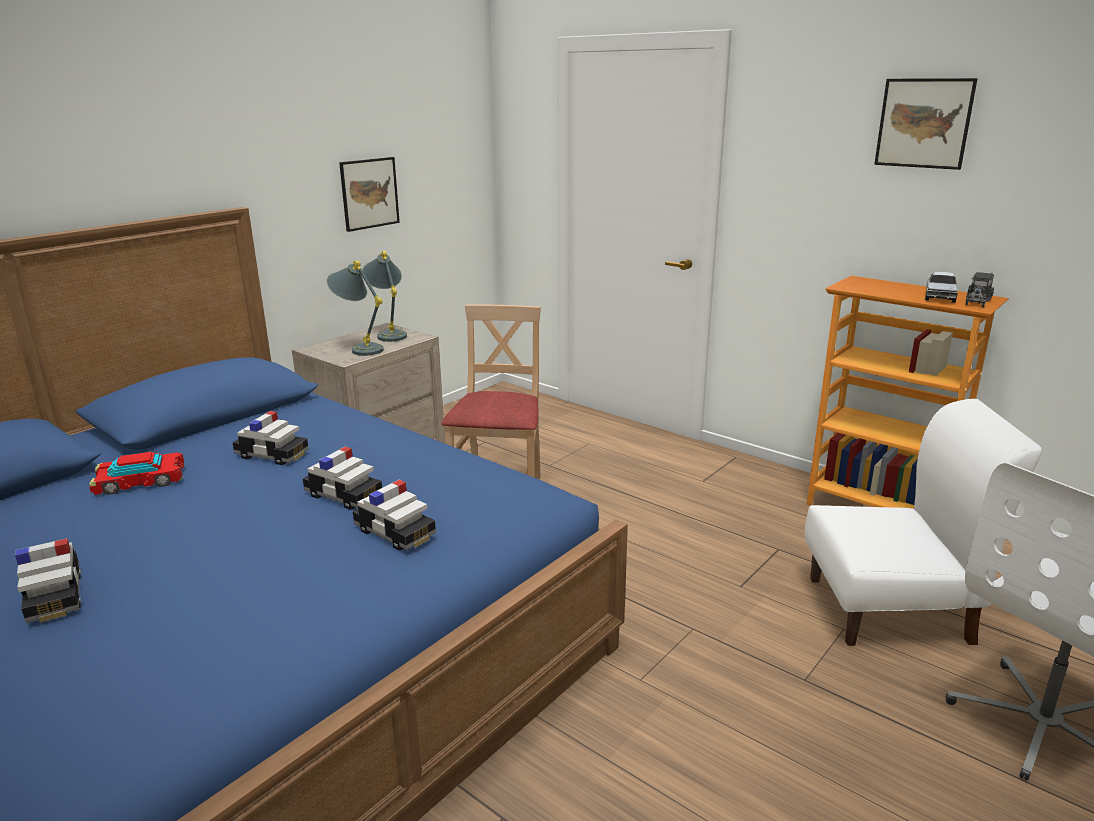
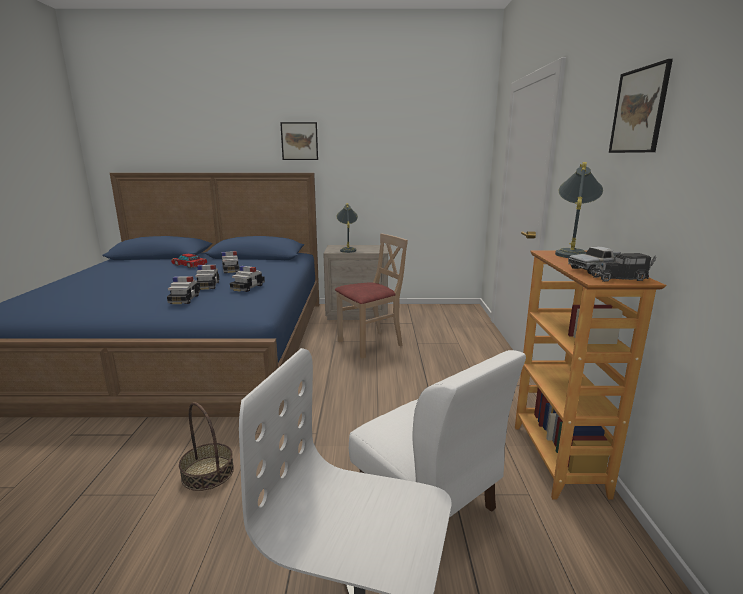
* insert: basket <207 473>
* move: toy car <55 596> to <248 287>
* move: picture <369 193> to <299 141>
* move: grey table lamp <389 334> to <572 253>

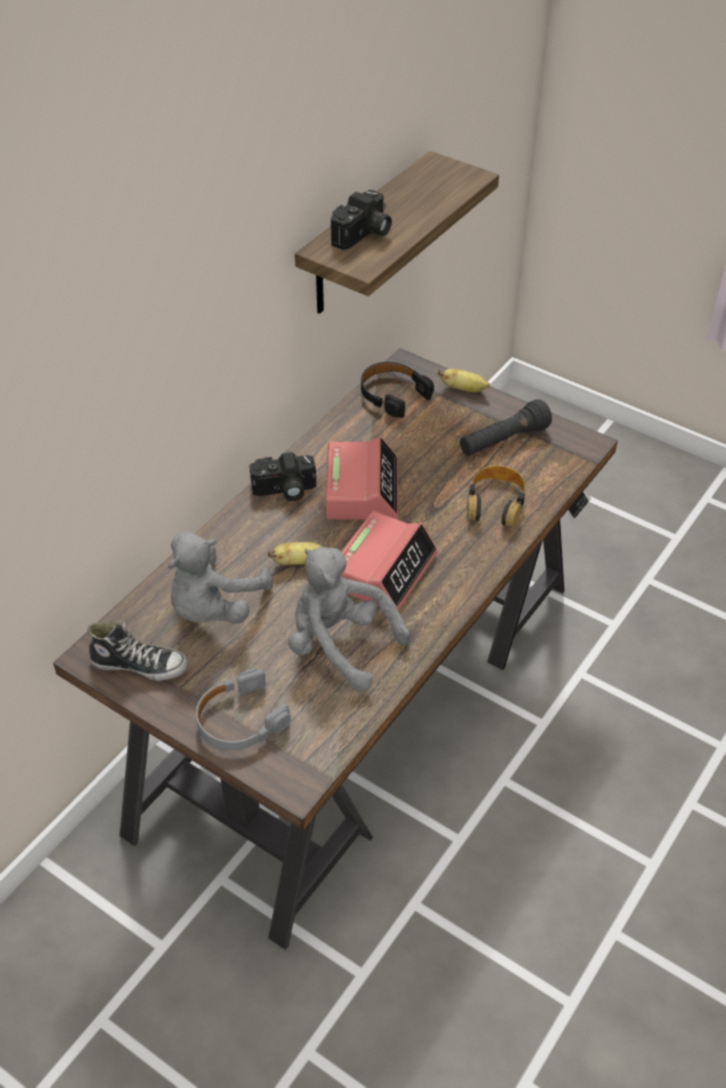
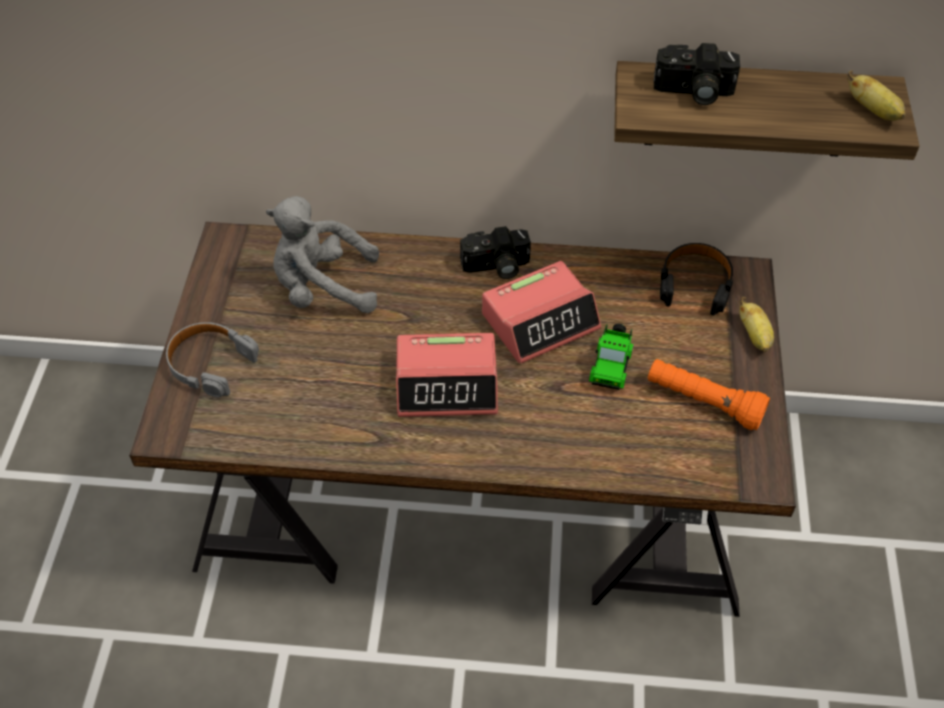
* delete: shoe <140 665>
* delete: grey plush toy <339 645>
* delete: headphones <495 503>
* insert: toy car <611 365>
* move: banana <299 562> to <873 111>
* recolor: black flashlight <503 441> to orange flashlight <703 402>
* rotate: photo camera <284 491> = <496 267> 60 degrees counterclockwise

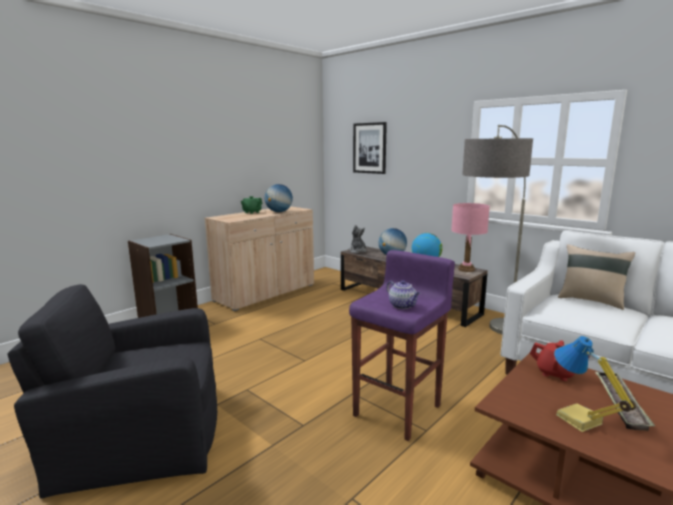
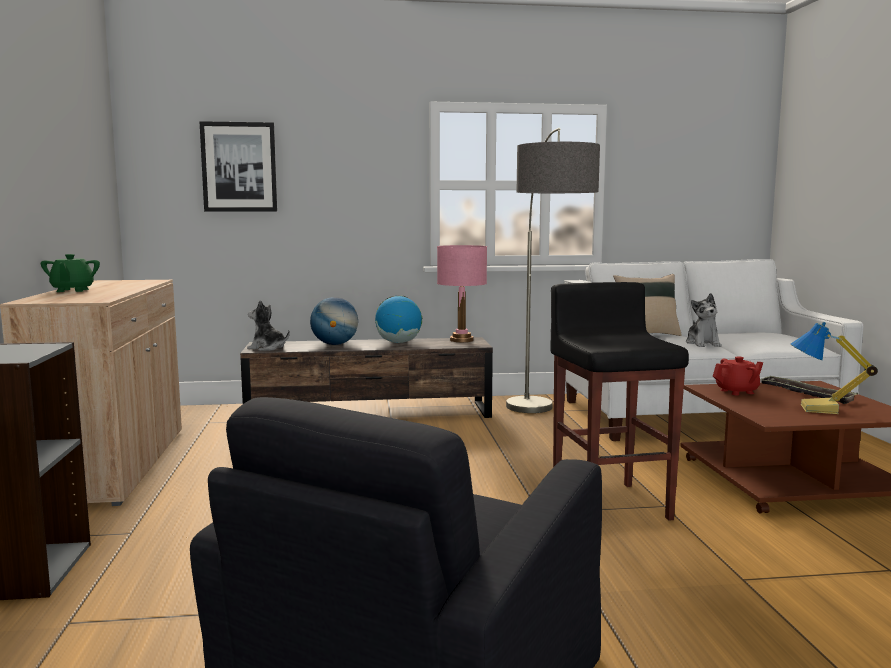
* delete: globe <279 212>
* delete: teapot <403 306>
* insert: plush toy <703 344>
* recolor: purple stool <399 410> to black stool <610 503>

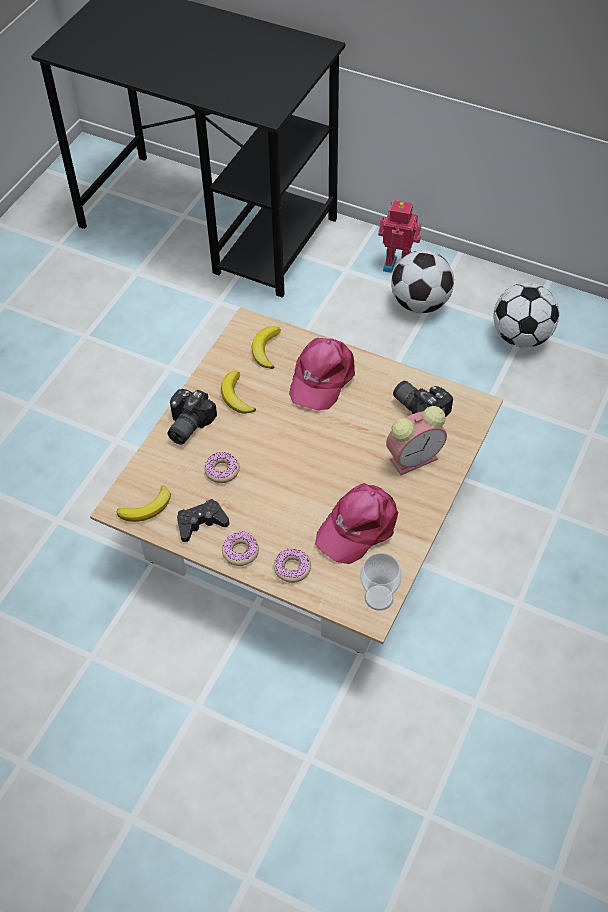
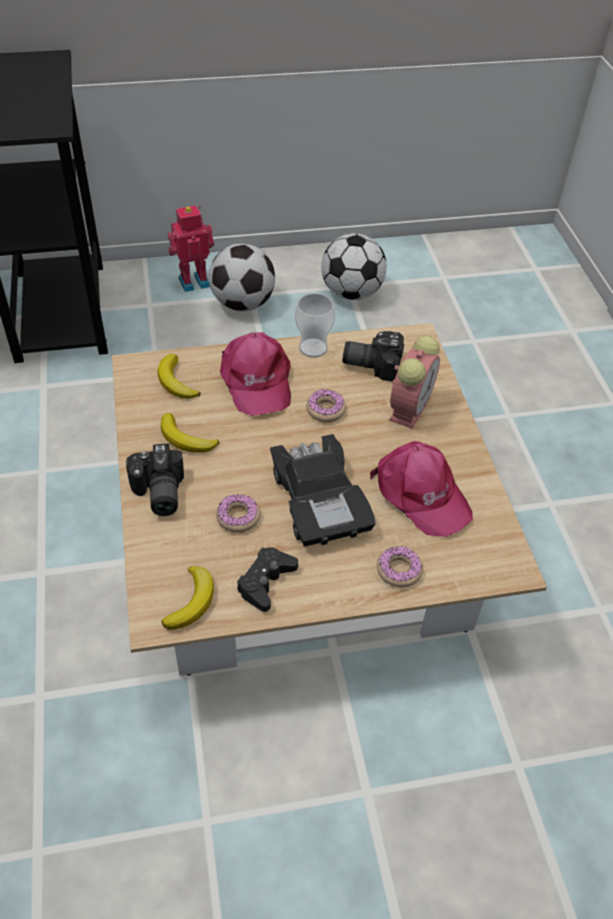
* insert: black toy car <319 500>
* move: donut <240 552> to <325 410>
* move: cup <379 597> to <313 348>
* rotate: pink cap <358 526> = <420 494> 45 degrees counterclockwise

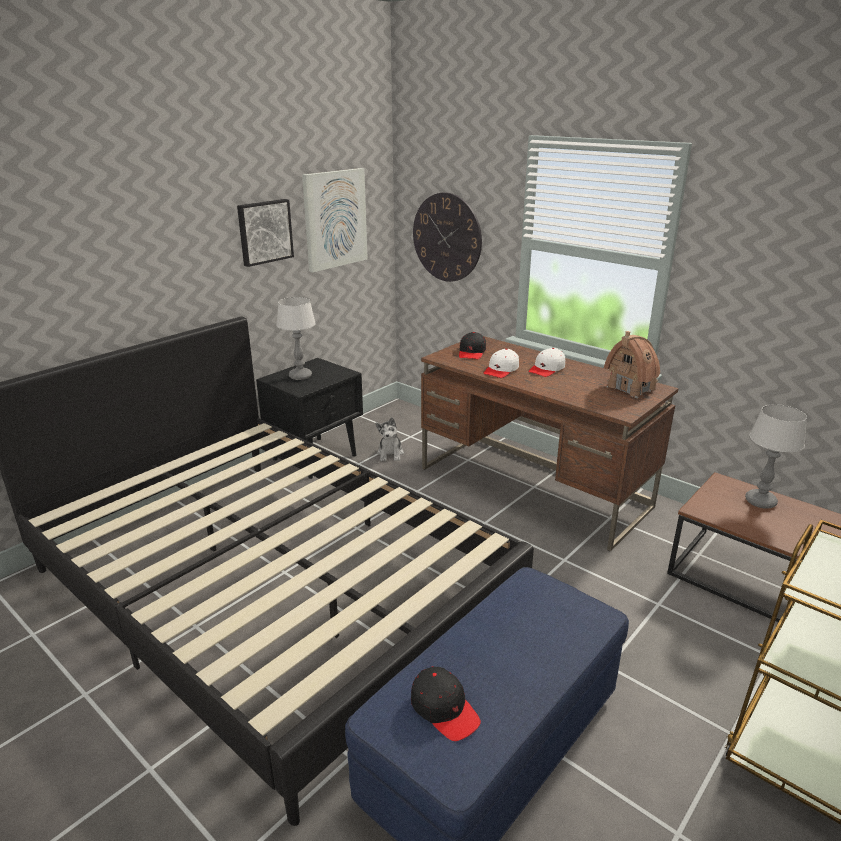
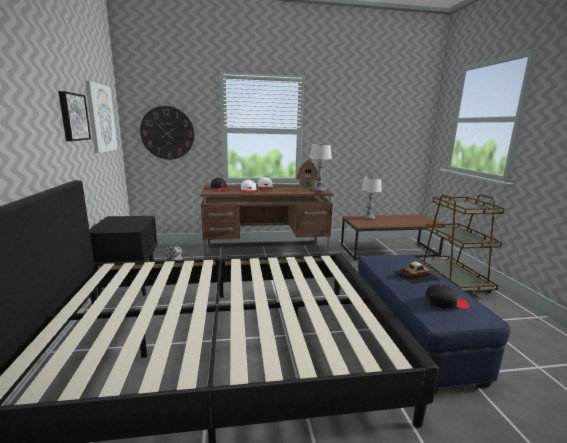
* insert: toy car <415 275>
* move: table lamp <300 376> to <318 191>

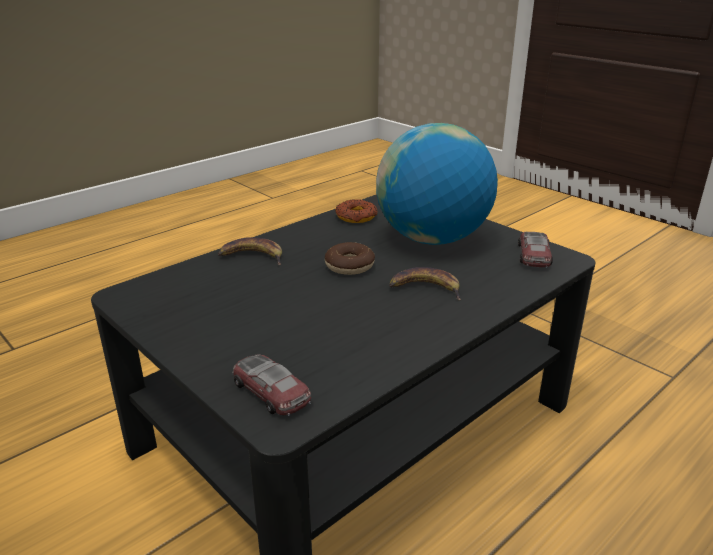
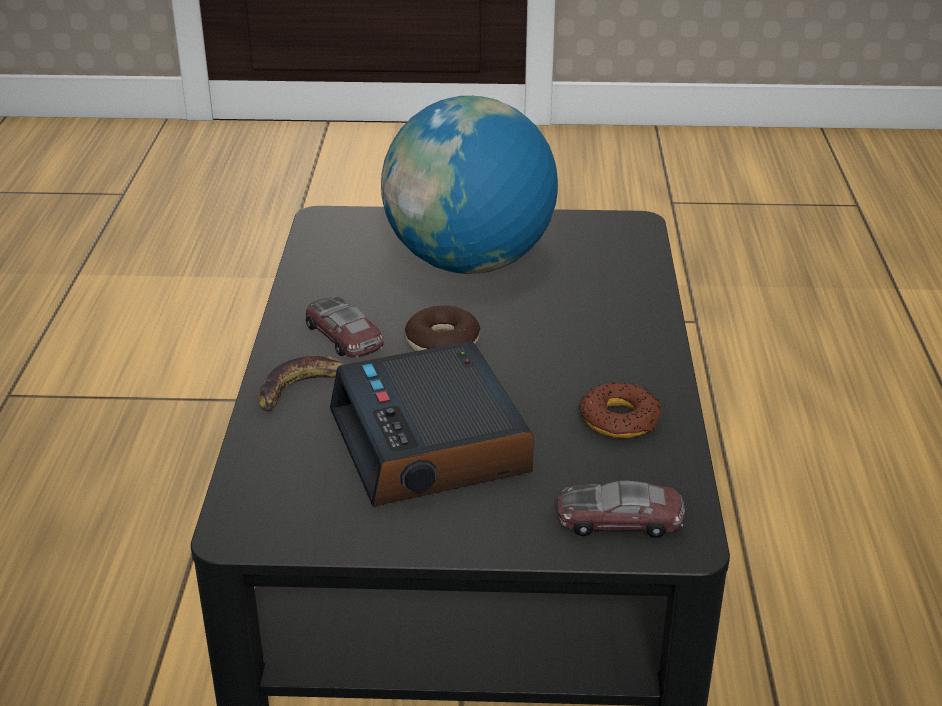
* delete: banana <425 288>
* insert: alarm clock <432 444>
* move: donut <356 216> to <619 419>
* move: toy car <534 255> to <344 336>

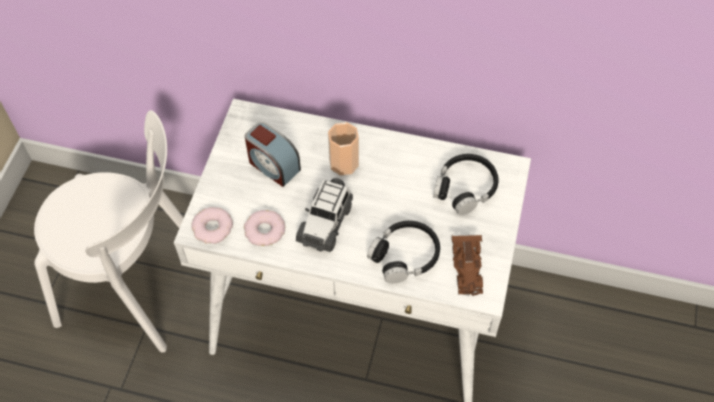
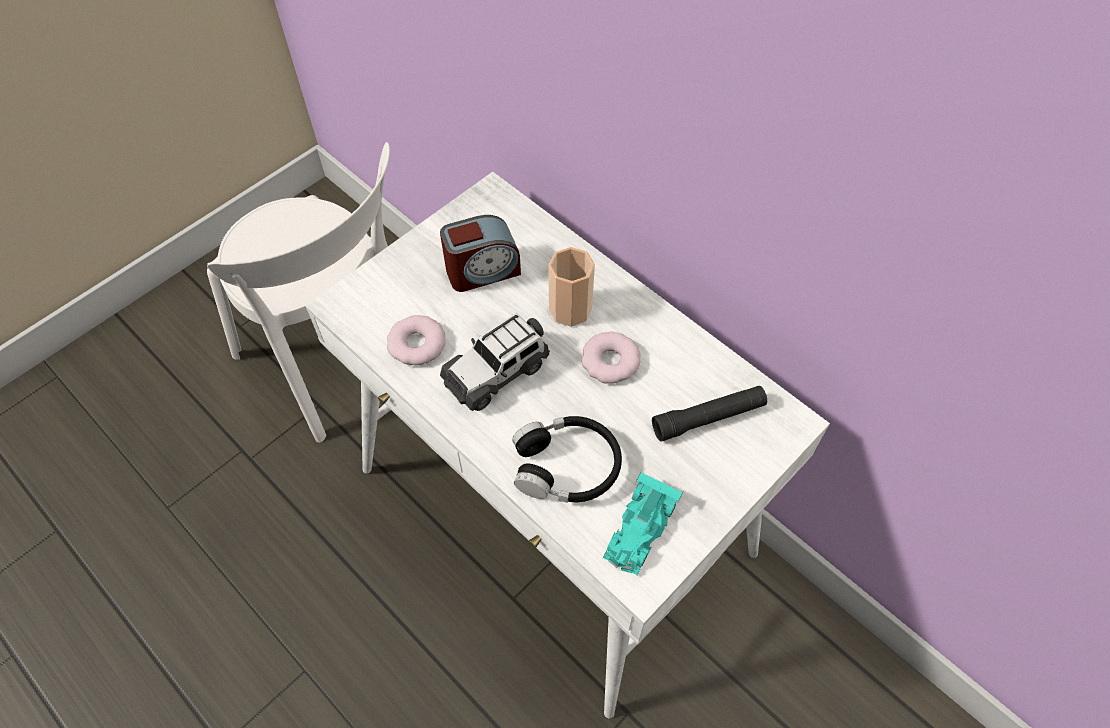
* move: donut <213 228> to <610 361>
* replace: black headphones <465 188> to black flashlight <708 418>
* recolor: brown toy car <467 269> to turquoise toy car <639 529>
* rotate: alarm clock <273 165> = <482 271> 90 degrees counterclockwise

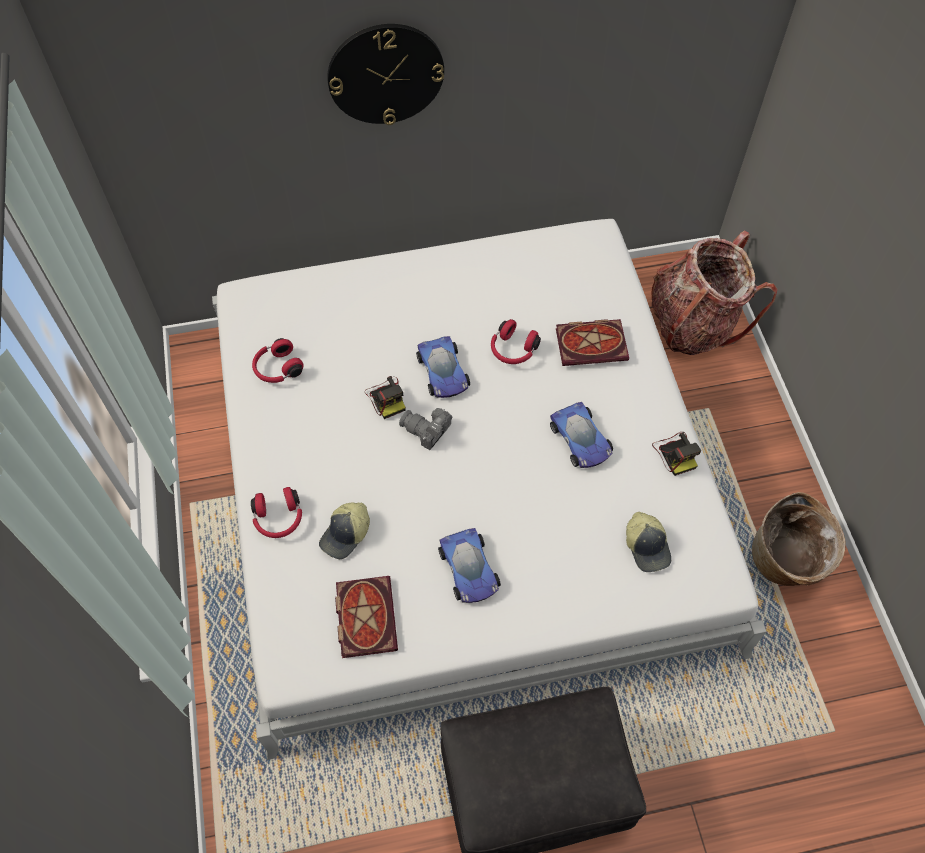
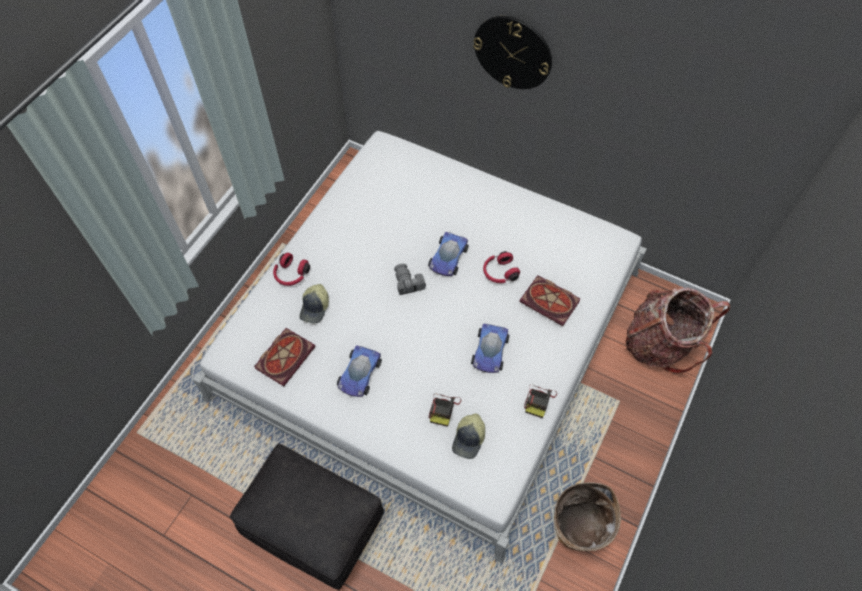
* delete: red headphones <277 369>
* move: photo camera <386 398> to <443 409>
* rotate: cap <346 535> = <315 308> 60 degrees counterclockwise

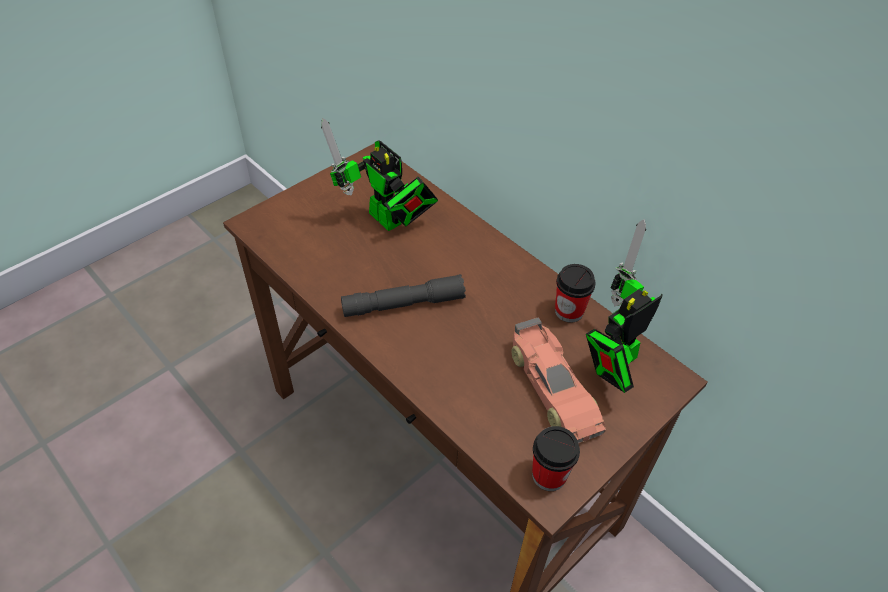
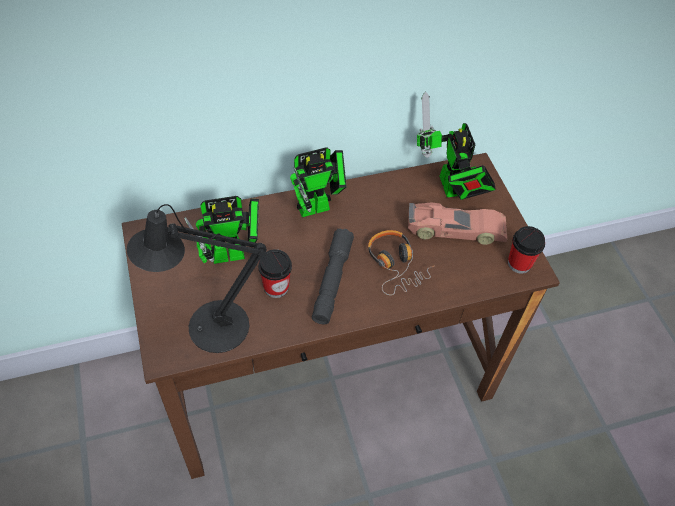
* insert: black table lamp <209 328>
* insert: toy robot <318 207>
* insert: headphones <396 265>
* move: cup <569 311> to <276 287>

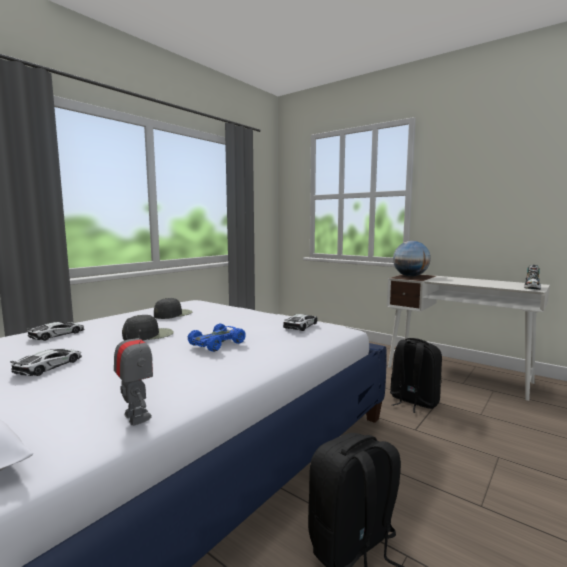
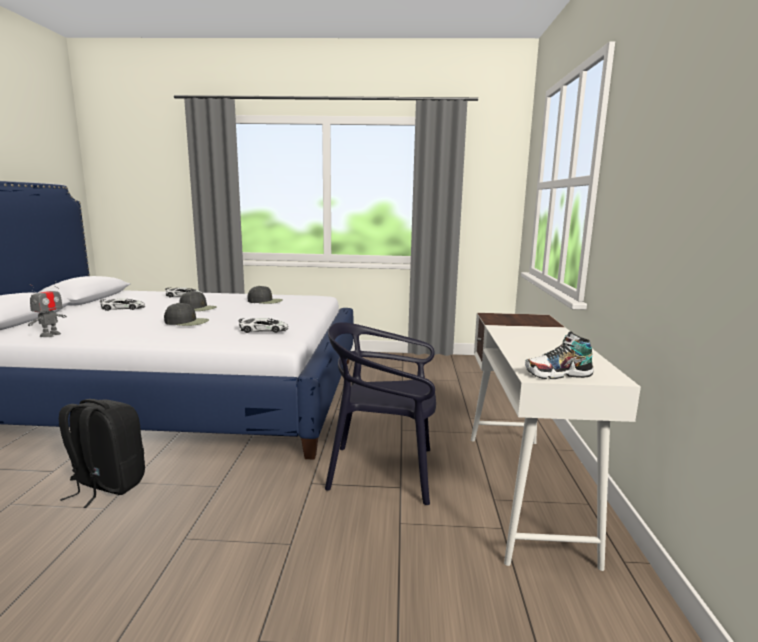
* delete: globe <410 276>
* replace: blue toy car <217 343> to black cap <187 322>
* replace: black backpack <413 401> to black chair <383 471>

